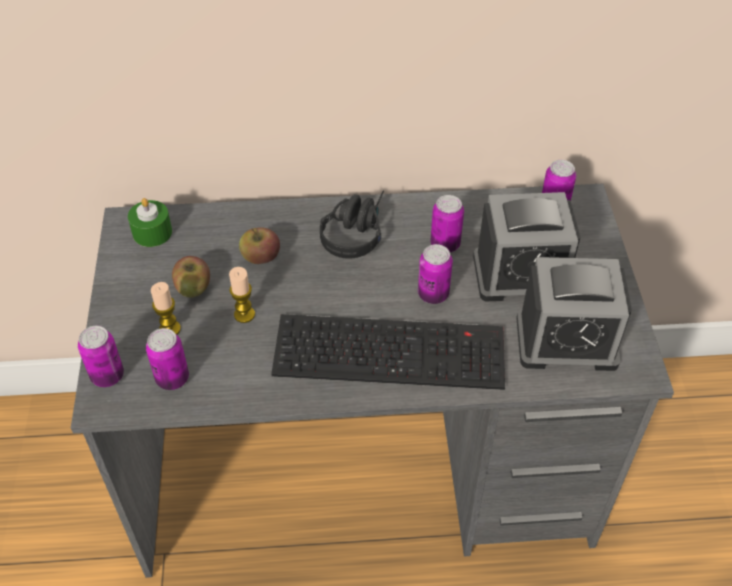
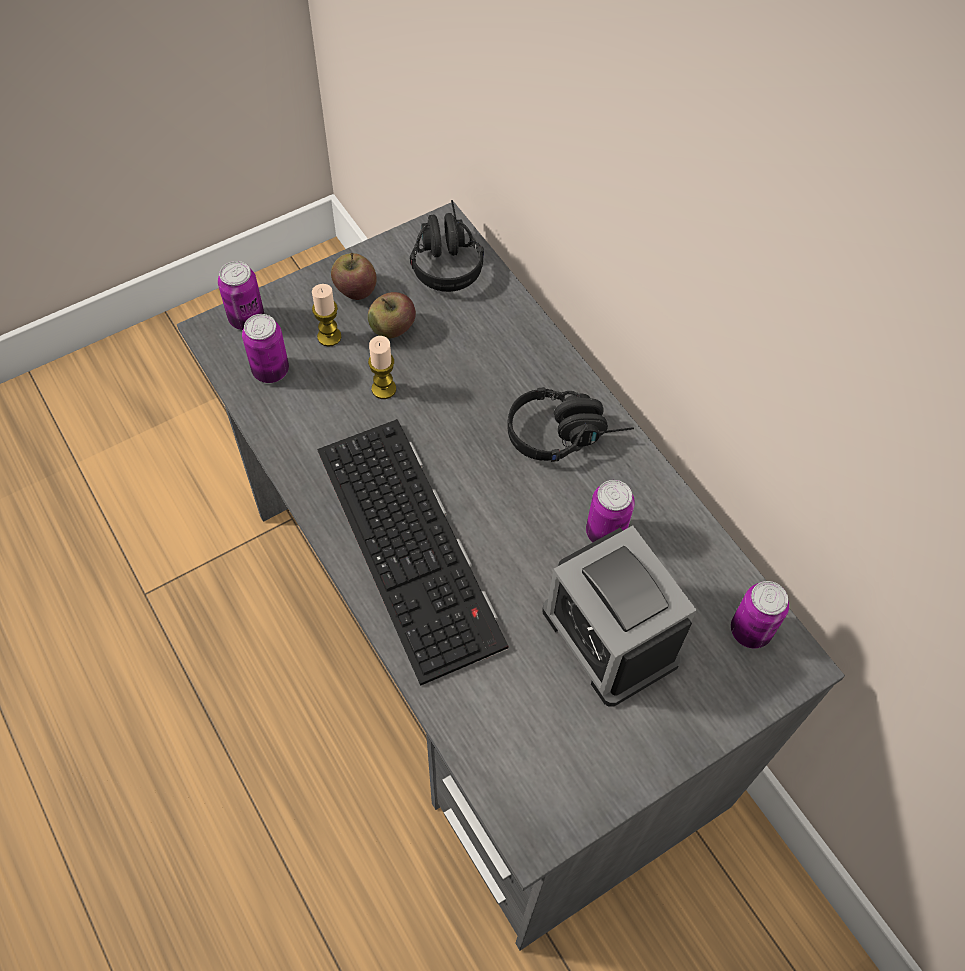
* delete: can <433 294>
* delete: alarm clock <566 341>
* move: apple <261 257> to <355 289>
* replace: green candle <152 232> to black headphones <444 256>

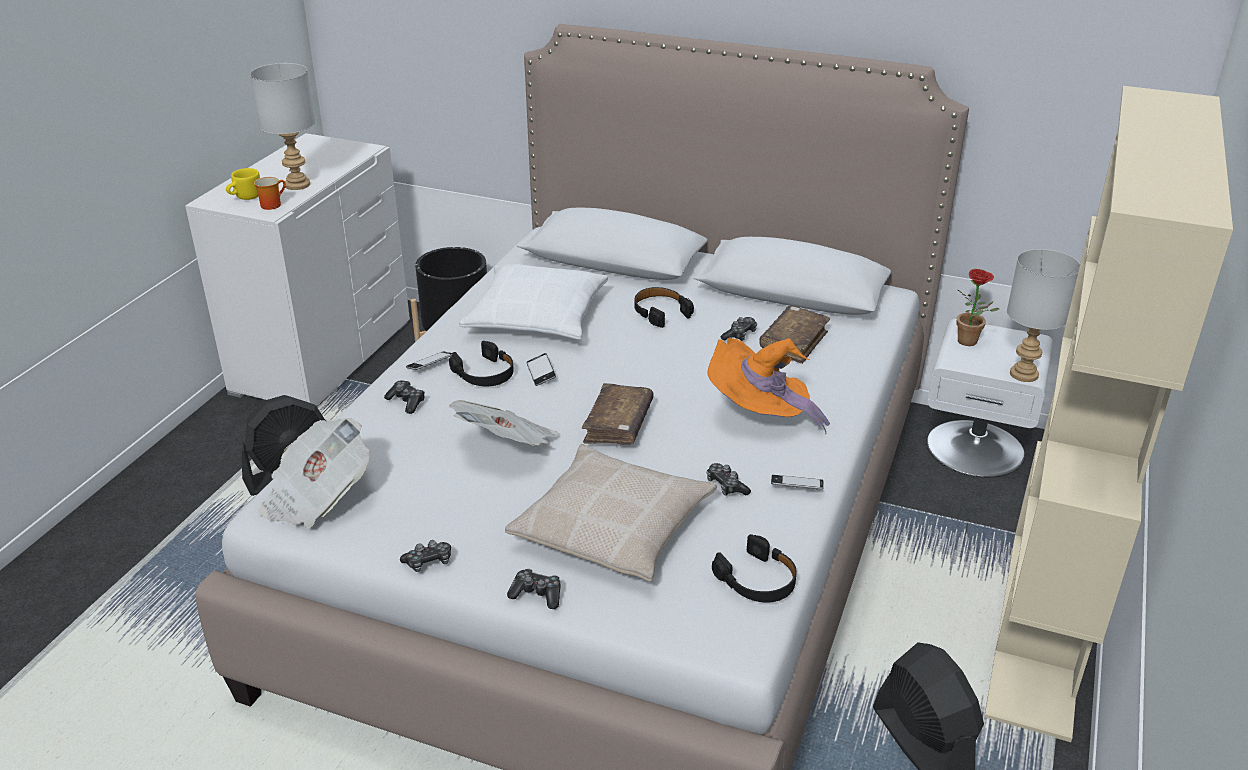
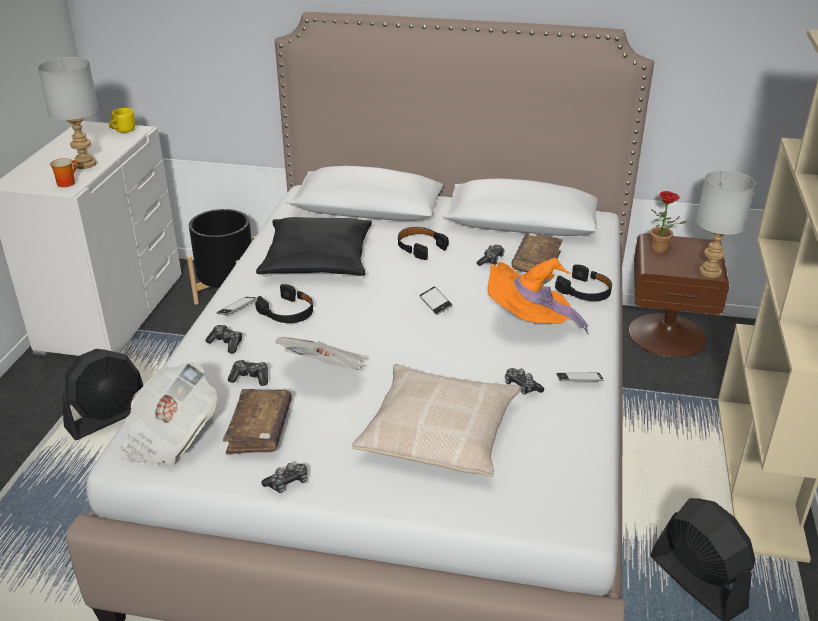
* move: yellow mug <245 197> to <122 131>
* move: game controller <537 594> to <250 378>
* move: phone <541 373> to <435 303>
* move: brown book <618 424> to <259 430>
* move: black headphones <757 580> to <585 291>
* recolor: white pillow <536 317> to black pillow <317 260>
* recolor: white nightstand <975 447> to brown nightstand <667 334>

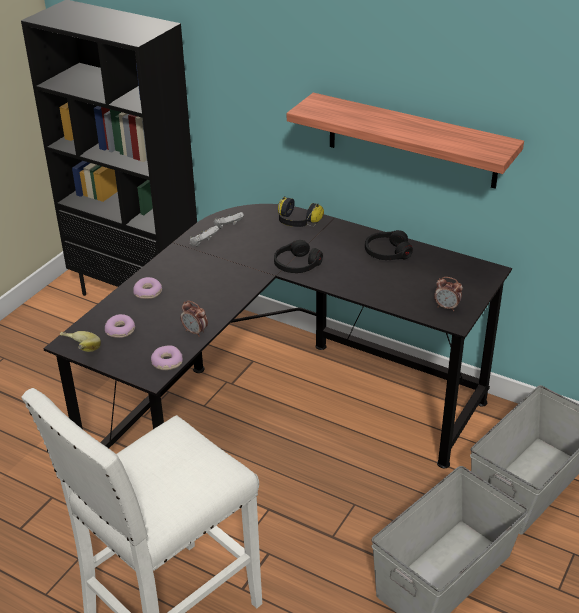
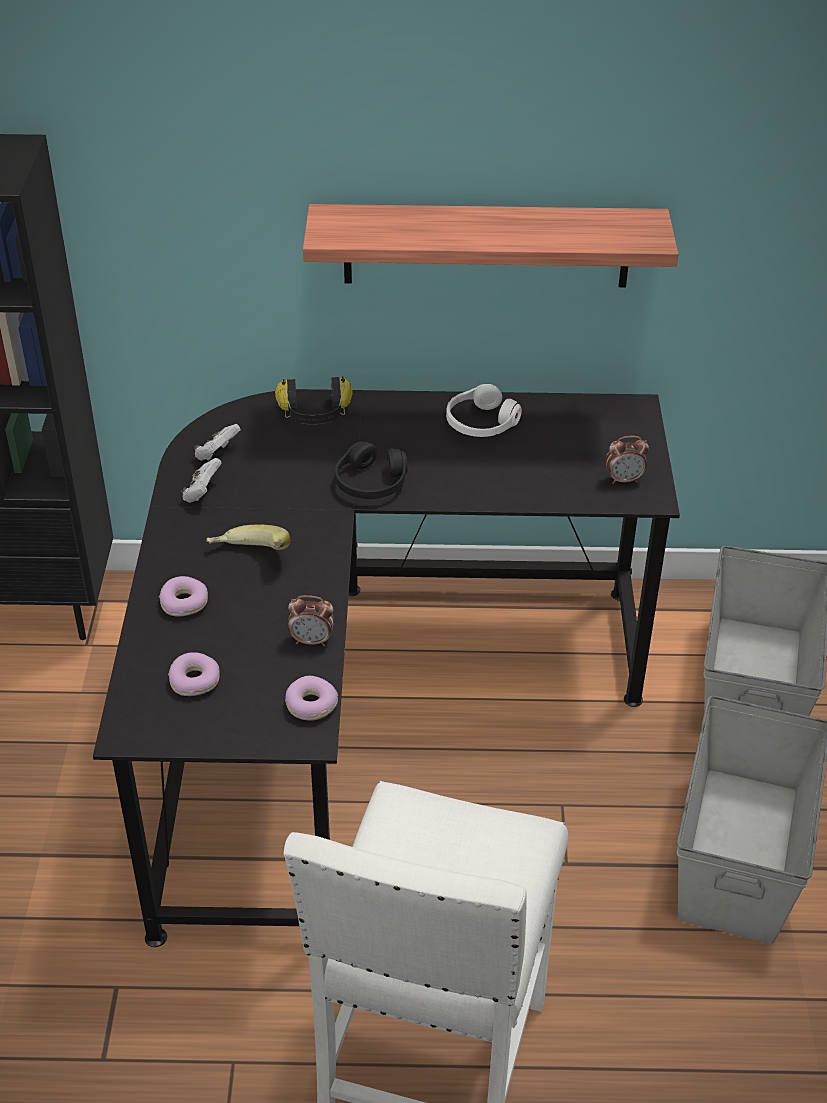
* move: banana <79 352> to <250 558>
* recolor: black headphones <387 252> to white headphones <480 423>

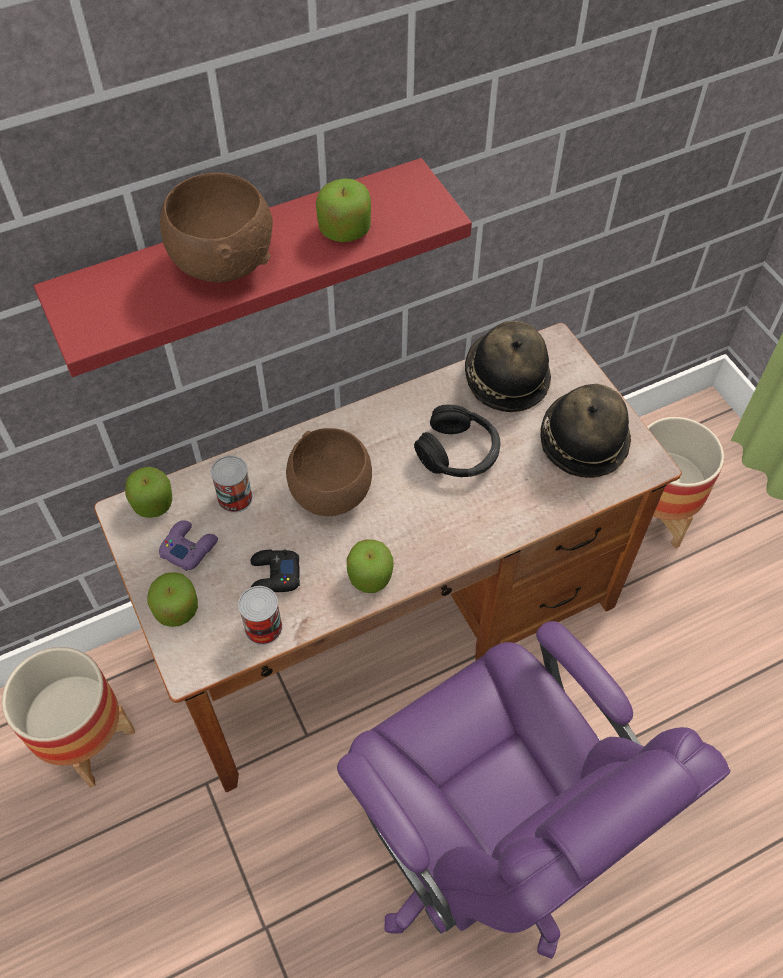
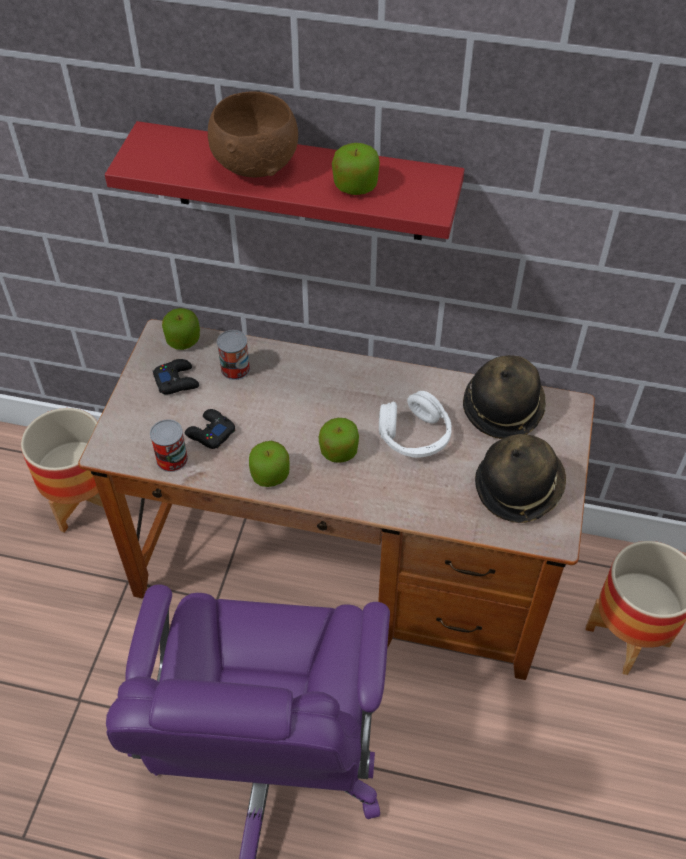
* delete: brown bowl <331 494>
* move: apple <176 609> to <339 451>
* recolor: purple game controller <189 547> to black game controller <177 381>
* recolor: black headphones <458 453> to white headphones <414 436>

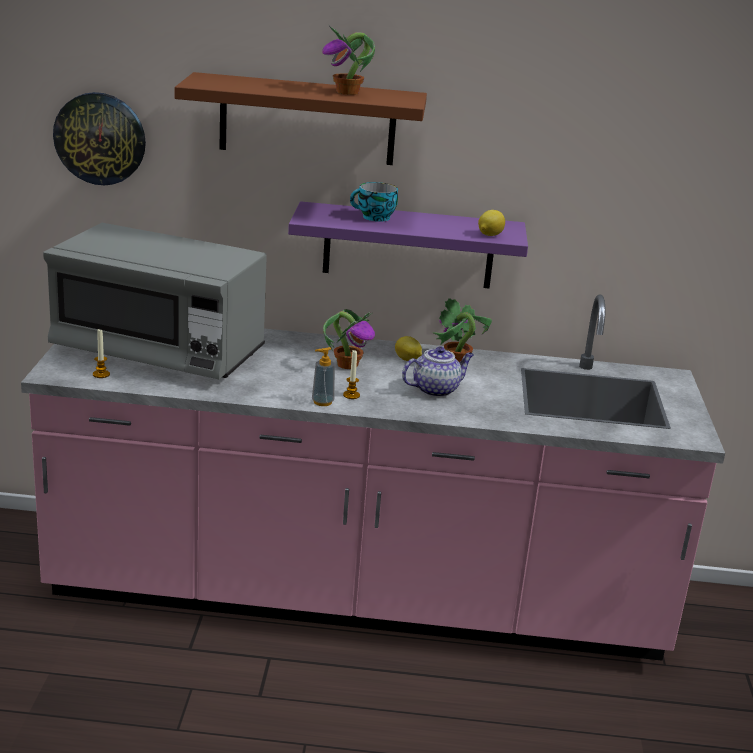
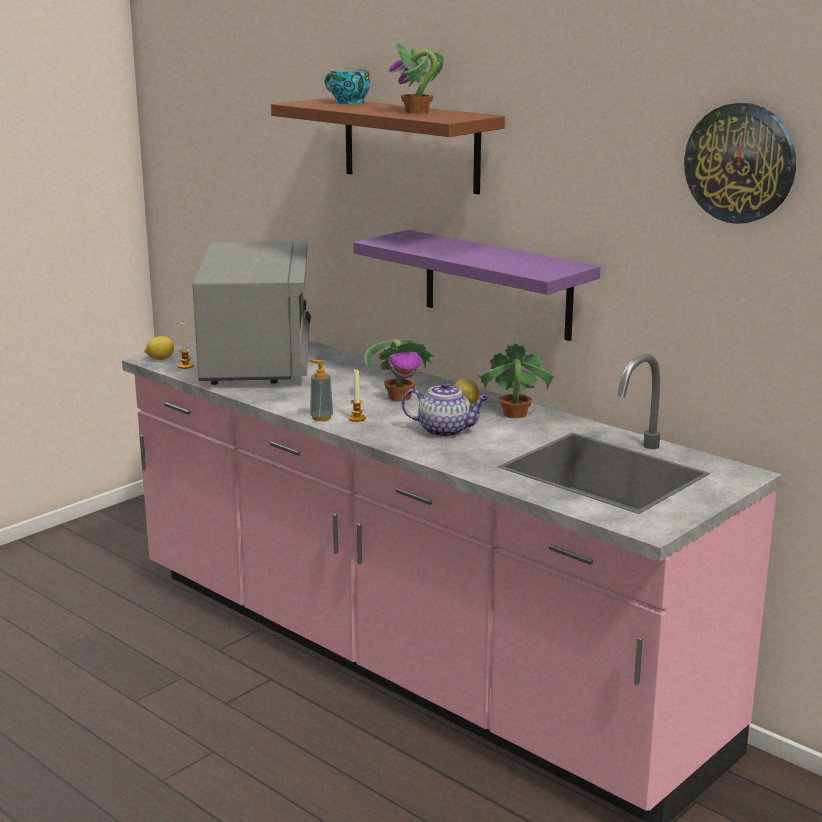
* move: wall clock <100 138> to <740 163>
* move: cup <374 218> to <347 102>
* move: lemon <489 235> to <160 359>
* rotate: grey microwave <159 352> = <257 360> 150 degrees counterclockwise

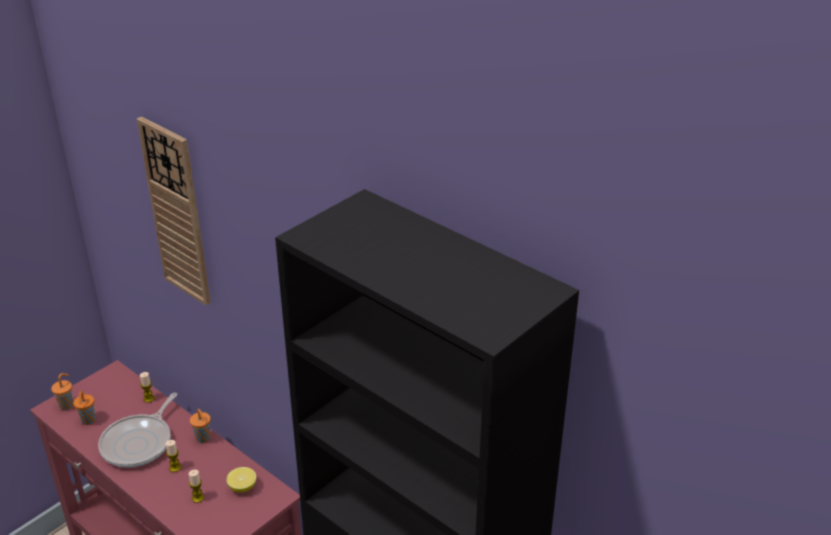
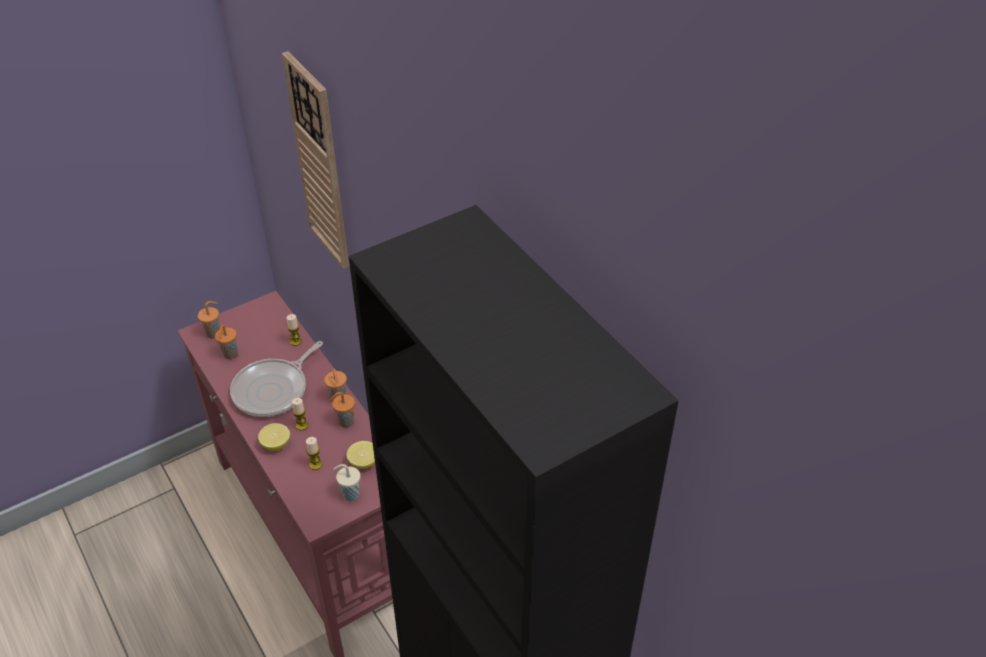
* insert: lemon <276 444>
* insert: orange cup <345 422>
* insert: beige cup <350 494>

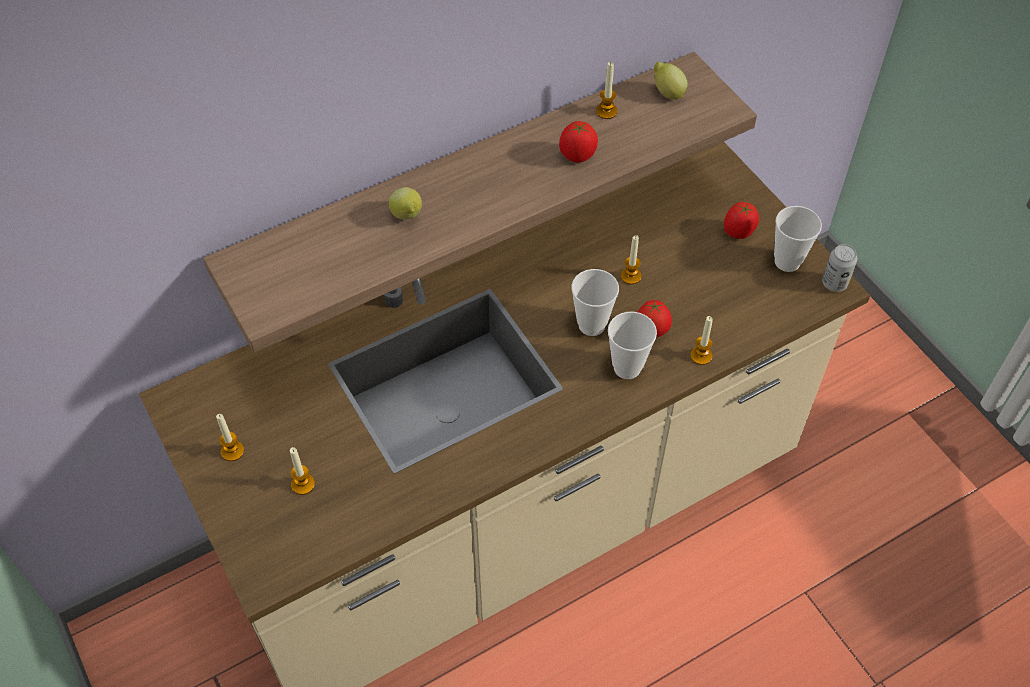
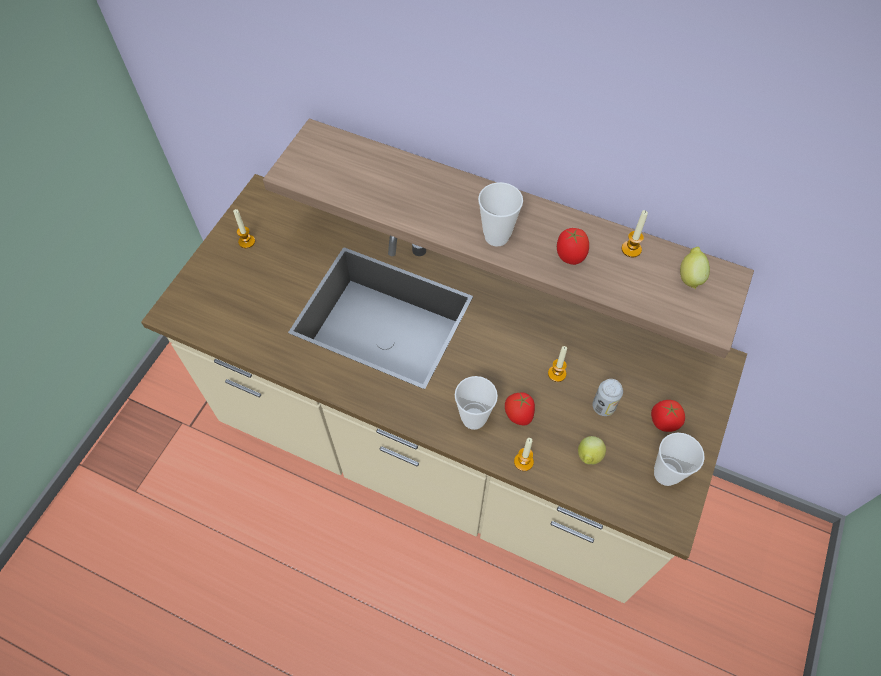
* delete: candle <303 484>
* move: lemon <407 216> to <588 457>
* move: cup <591 325> to <496 236>
* move: can <834 283> to <603 406>

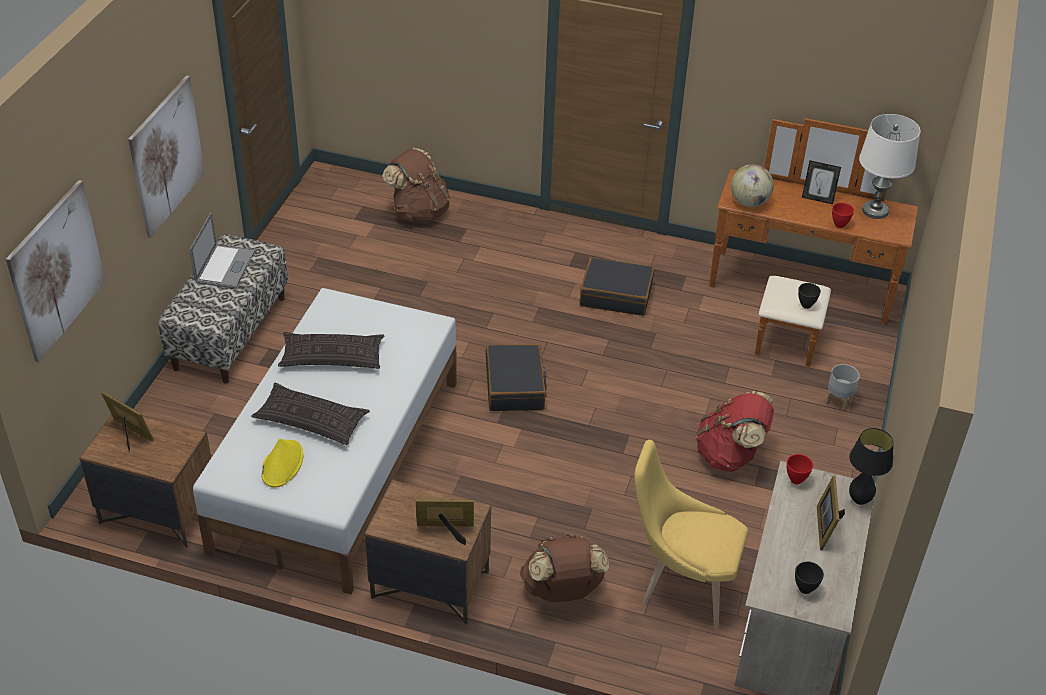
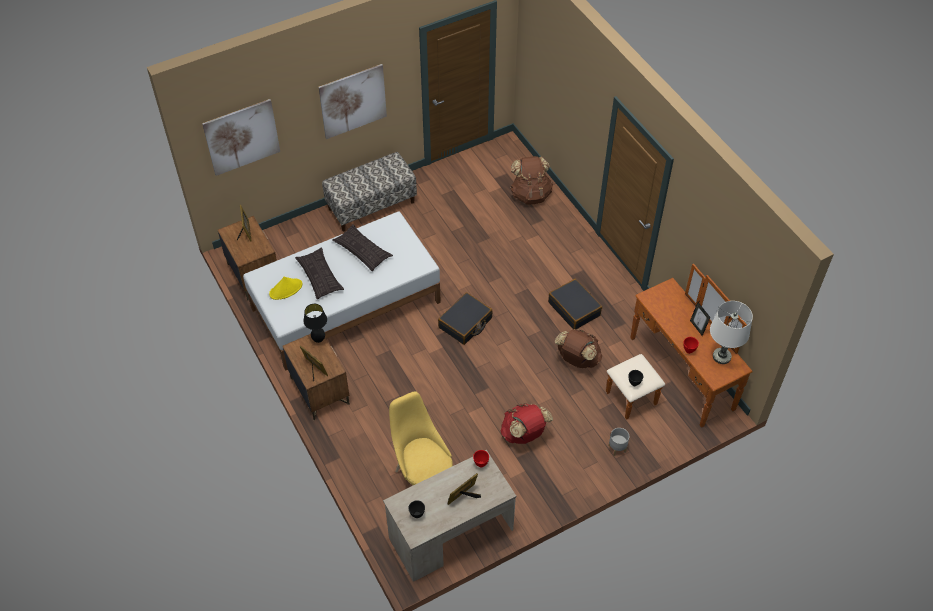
* delete: laptop <225 267>
* delete: globe <749 202>
* move: brown backpack <562 591> to <577 359>
* move: black table lamp <859 500> to <319 340>

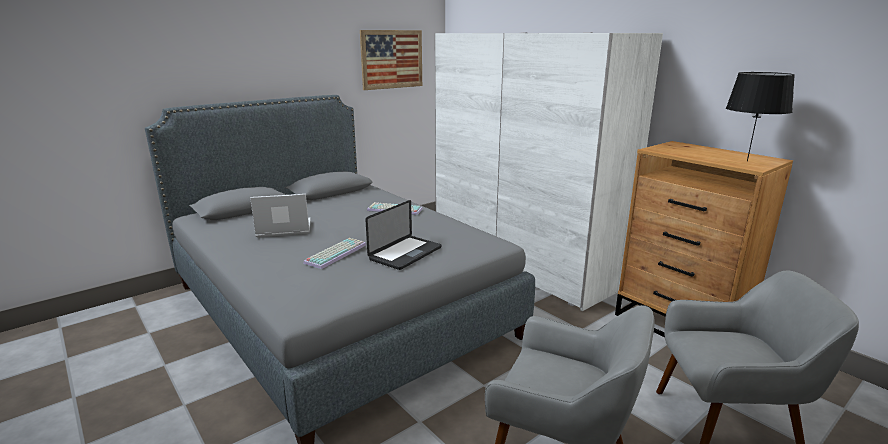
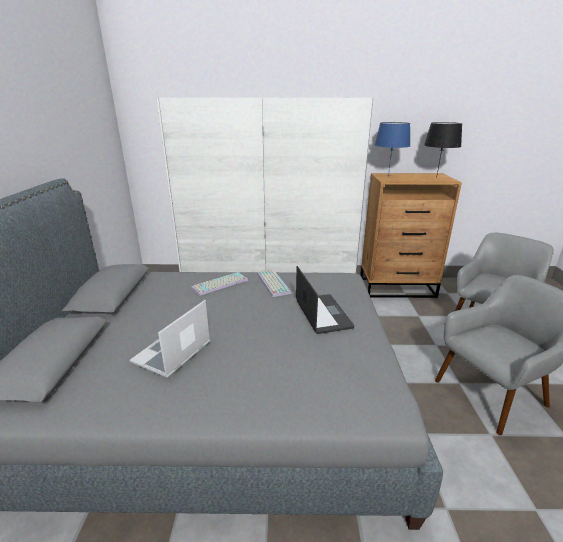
* delete: picture <392 59>
* insert: blue table lamp <388 177>
* move: keyboard <335 253> to <272 283>

